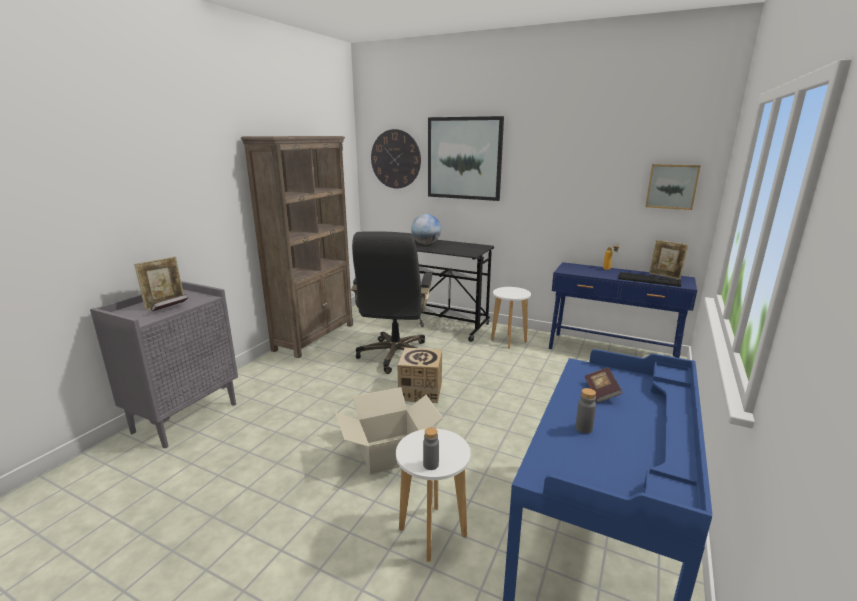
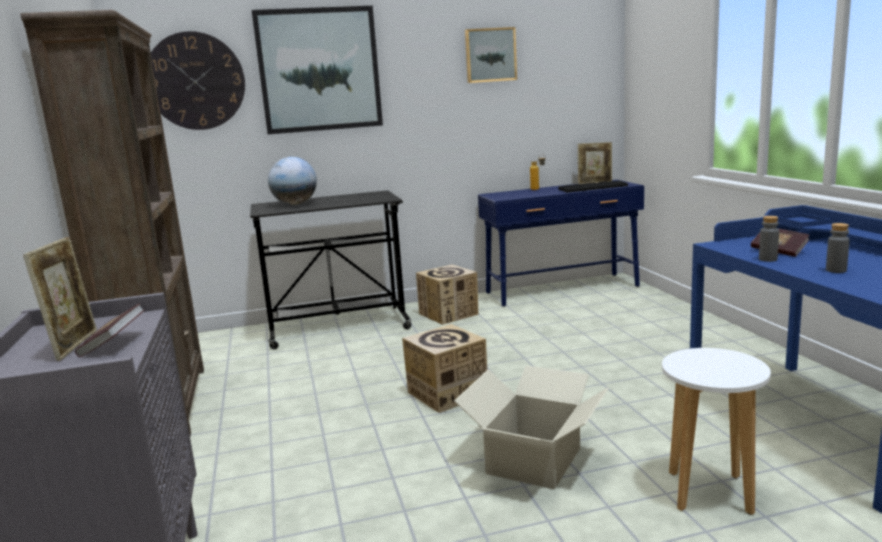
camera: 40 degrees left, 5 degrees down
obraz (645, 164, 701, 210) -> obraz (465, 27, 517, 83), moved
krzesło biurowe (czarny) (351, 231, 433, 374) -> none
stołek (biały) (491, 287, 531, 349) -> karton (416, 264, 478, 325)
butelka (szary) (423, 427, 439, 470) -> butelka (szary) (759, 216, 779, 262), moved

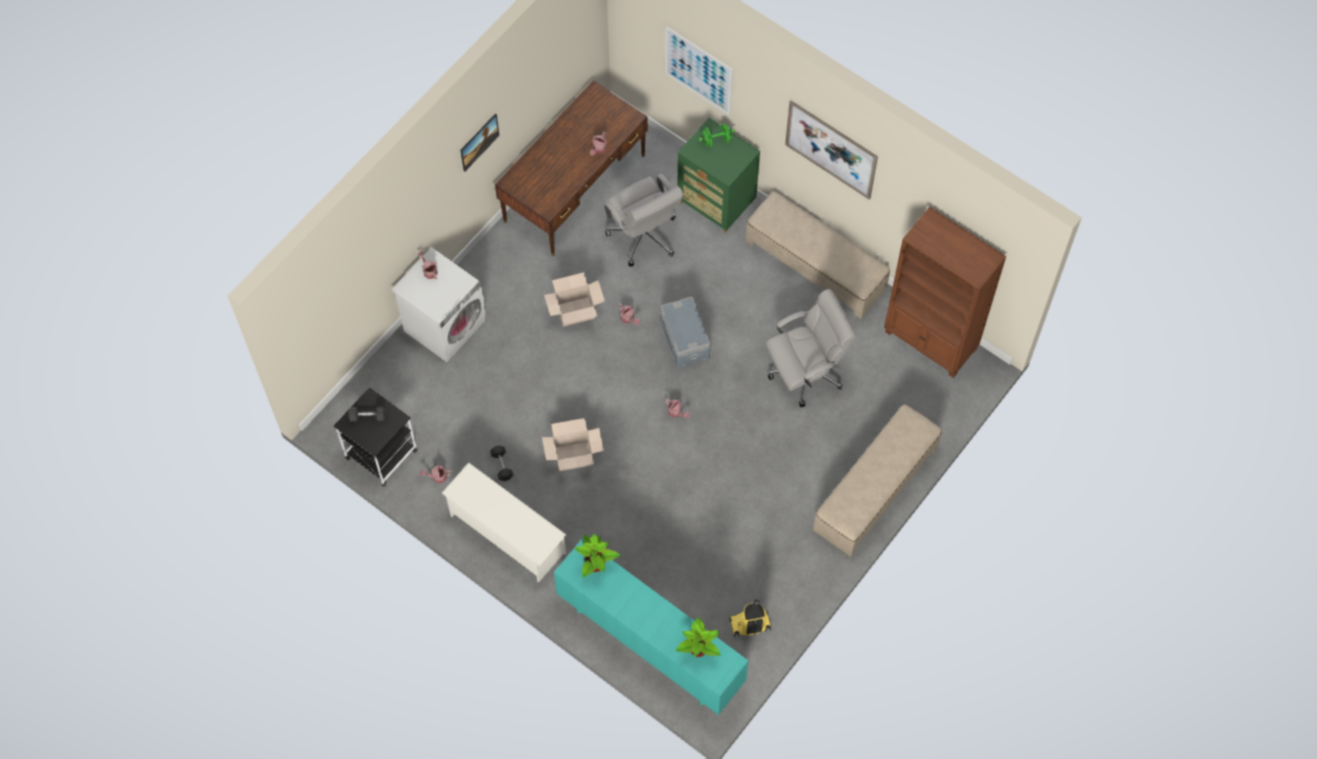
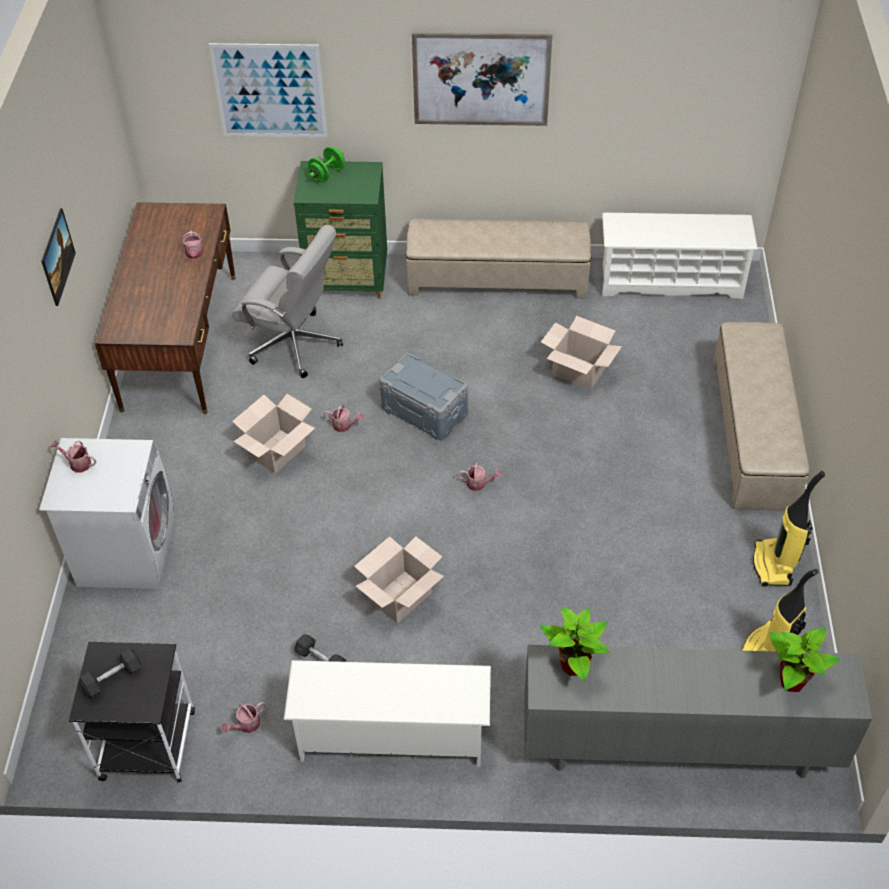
camera: 35 degrees left, 15 degrees down
regał (brązowy) (884, 207, 1007, 378) -> regał na buty (biały) (602, 213, 758, 299)
krzesło biurowe (szary) (766, 289, 856, 407) -> karton (541, 316, 622, 390)
szafka (turkusowy) (554, 538, 748, 715) -> szafka (szary) (524, 645, 872, 778)
none -> odkurzacz (753, 471, 825, 587)

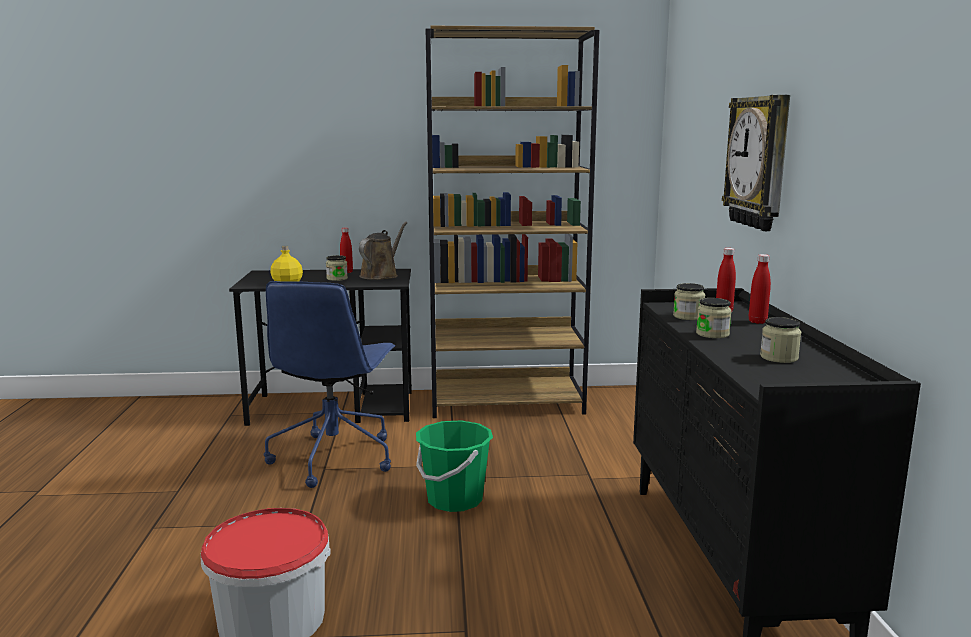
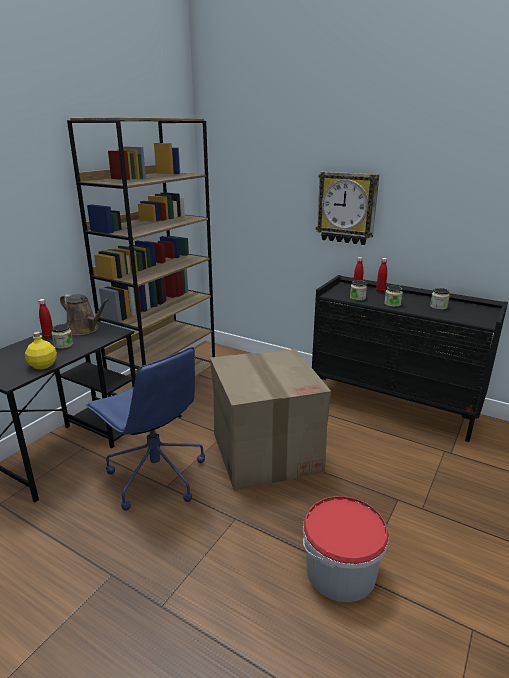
camera: 55 degrees left, 10 degrees up
konewka (brązowy) (359, 222, 407, 280) -> konewka (brązowy) (60, 294, 110, 335), 150 degrees clockwise
wiadro (zielony) (416, 420, 493, 512) -> karton (210, 349, 331, 490)

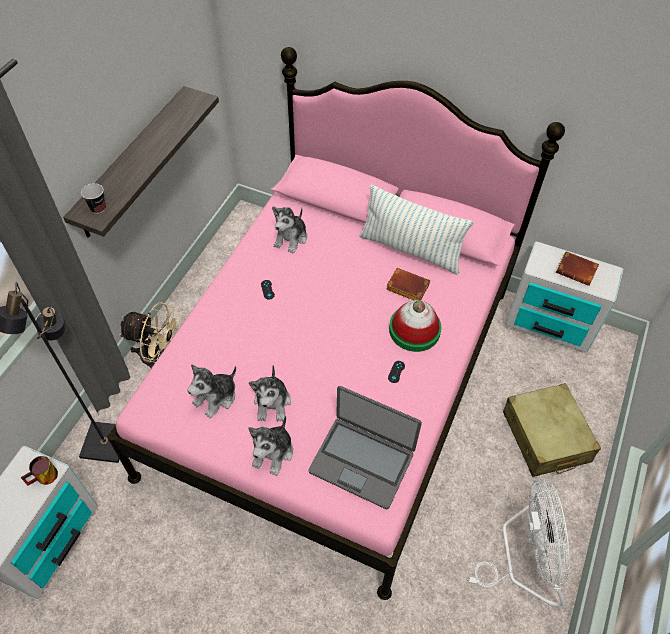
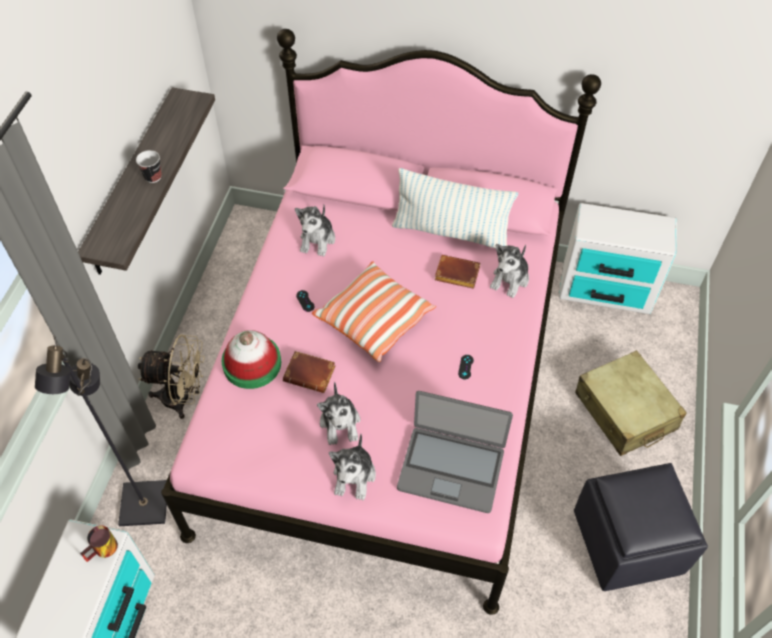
camera: 10 degrees left, 0 degrees up
filiżanka (81, 183, 106, 214) -> filiżanka (136, 150, 162, 183), moved
książka (brązowy) (556, 251, 599, 286) -> książka (brązowy) (283, 351, 335, 393), moved
kapelusz (389, 300, 442, 352) -> kapelusz (222, 330, 281, 389), moved
pluszak (187, 364, 236, 419) -> pluszak (490, 244, 529, 298), moved
wentylator (biały) (467, 479, 570, 607) -> pufa (czarny) (574, 463, 708, 591)
none -> poduszka (312, 261, 436, 362)

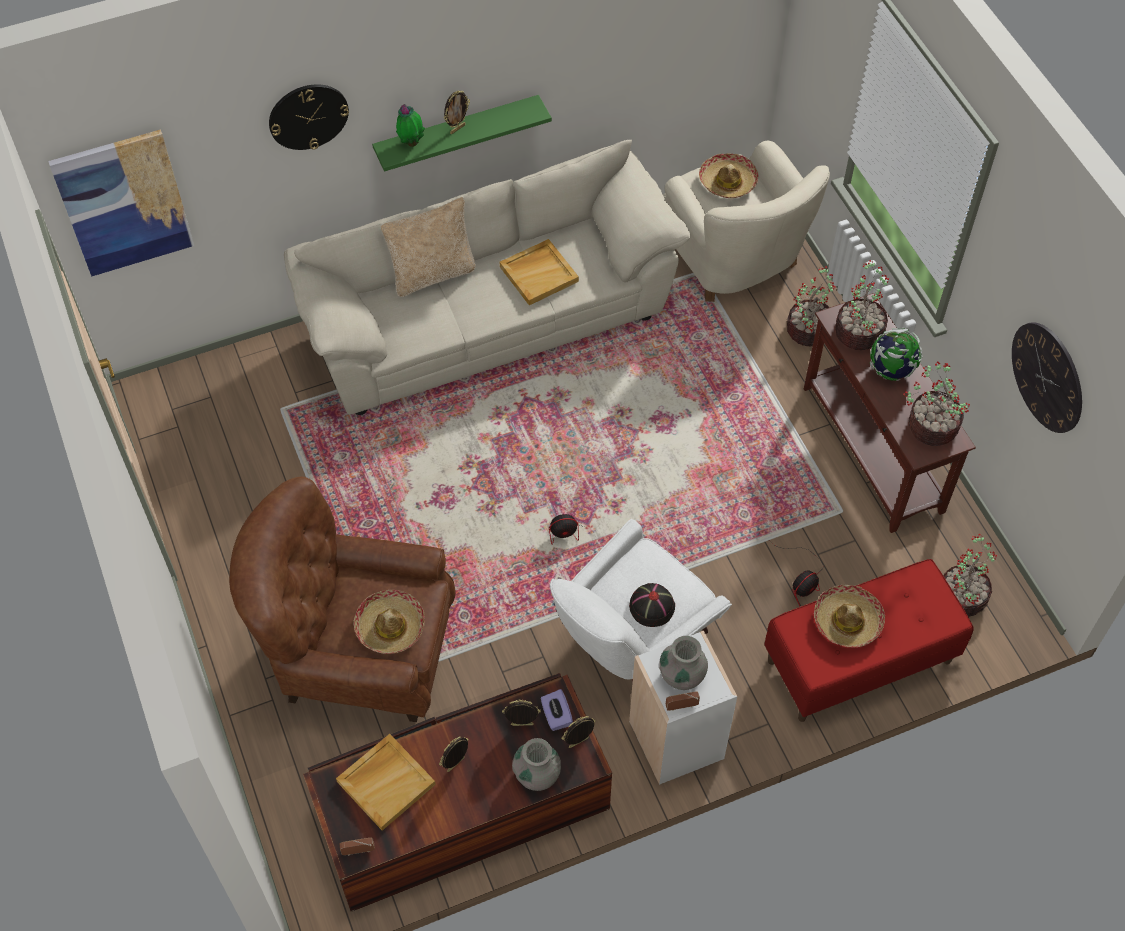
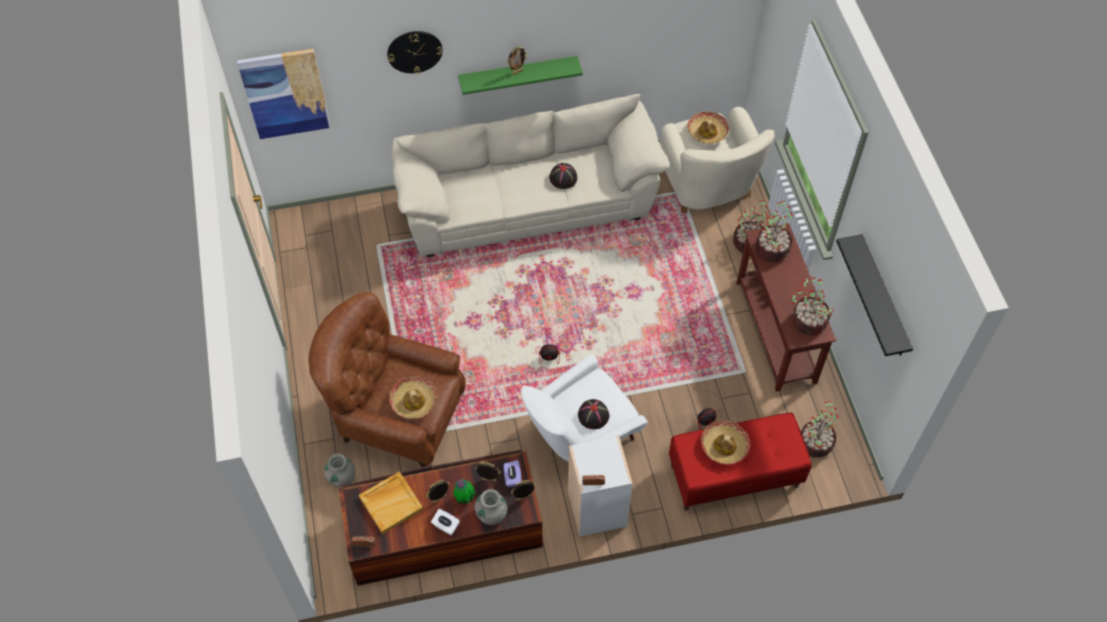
camera: 10 degrees right, 0 degrees up
roślina doniczkowa (396, 104, 425, 147) -> roślina doniczkowa (453, 479, 476, 504), moved
poduszka (beżowy) (381, 197, 476, 297) -> none
taca (beżowy) (500, 239, 579, 305) -> kapelusz (czarny) (549, 163, 577, 189)
zegar ścienny (1012, 322, 1082, 433) -> półka (czarny) (836, 234, 913, 356)
globus (870, 328, 923, 381) -> none
wazon (szary) (659, 636, 708, 690) -> wazon (szary) (324, 453, 355, 487), moved
none -> pudełko chusteczek (biały) (431, 509, 460, 535)

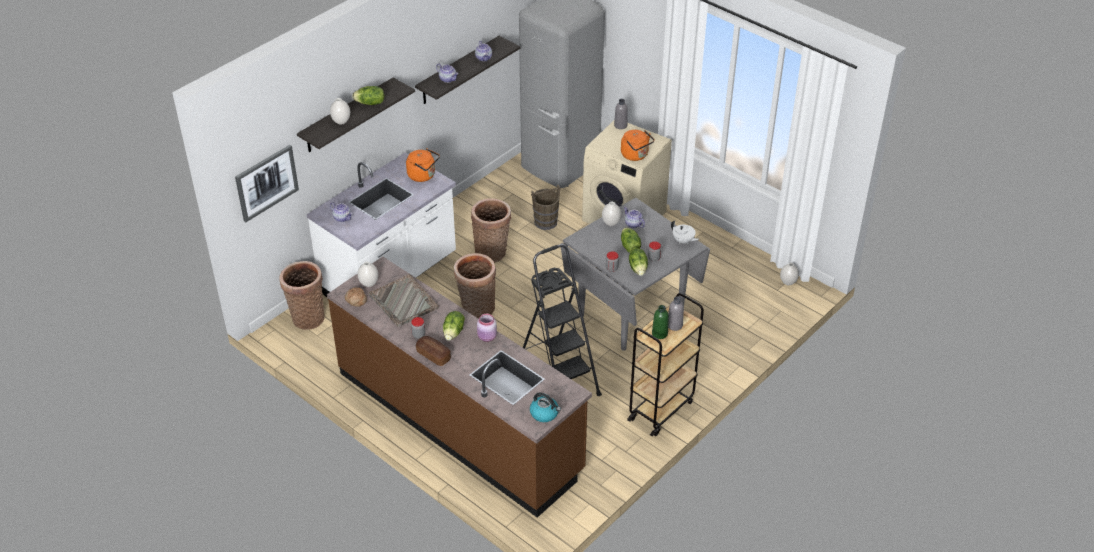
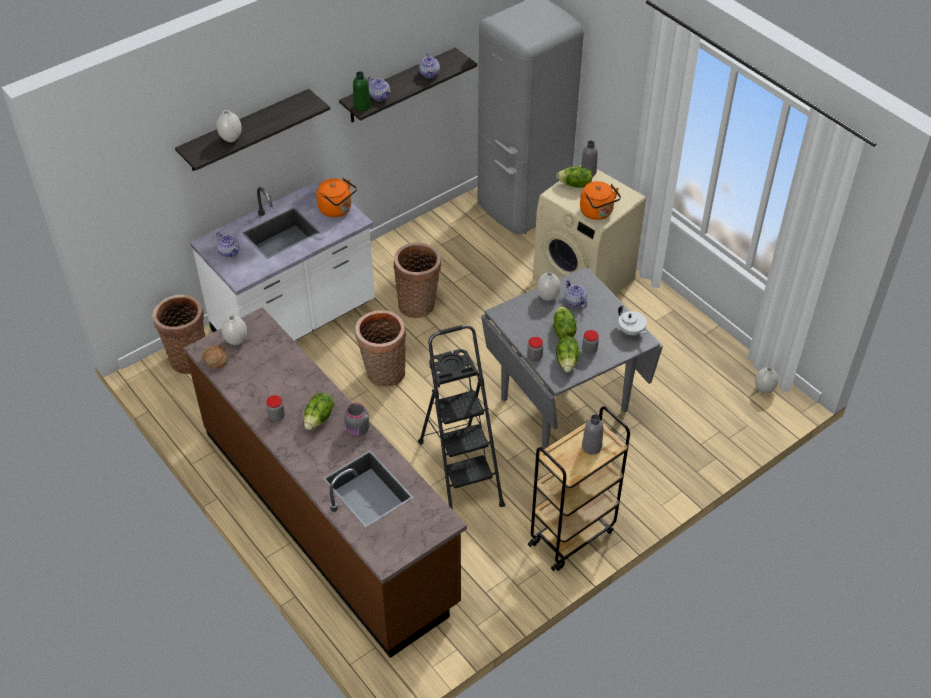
camera: 10 degrees right, 5 degrees up
sałata (352, 86, 385, 105) -> sałata (557, 167, 592, 188), moved
obraz (235, 145, 299, 222) -> none
wiadro (brązowy) (531, 184, 561, 230) -> none
taca (szary) (369, 274, 439, 327) -> none
butelka (zielony) (652, 305, 669, 339) -> butelka (zielony) (353, 71, 371, 111), moved
słoik (różowy) (477, 314, 497, 342) -> słoik (szary) (344, 403, 369, 437)
chleb (416, 336, 451, 366) -> none
czajnik (530, 392, 561, 422) -> none

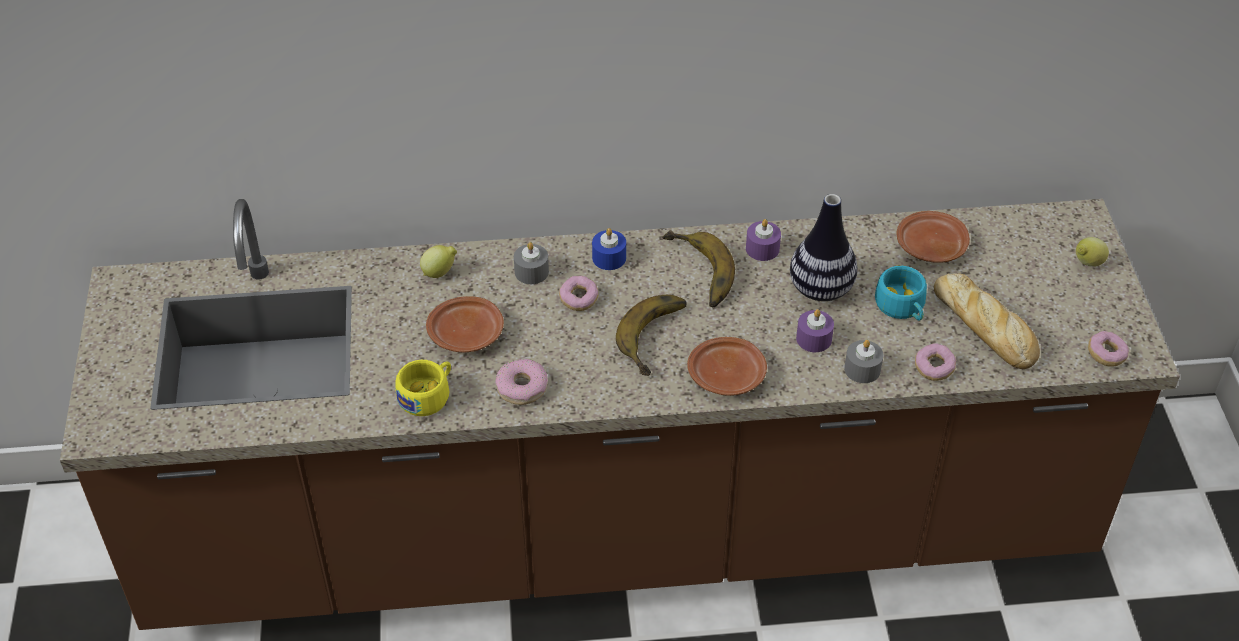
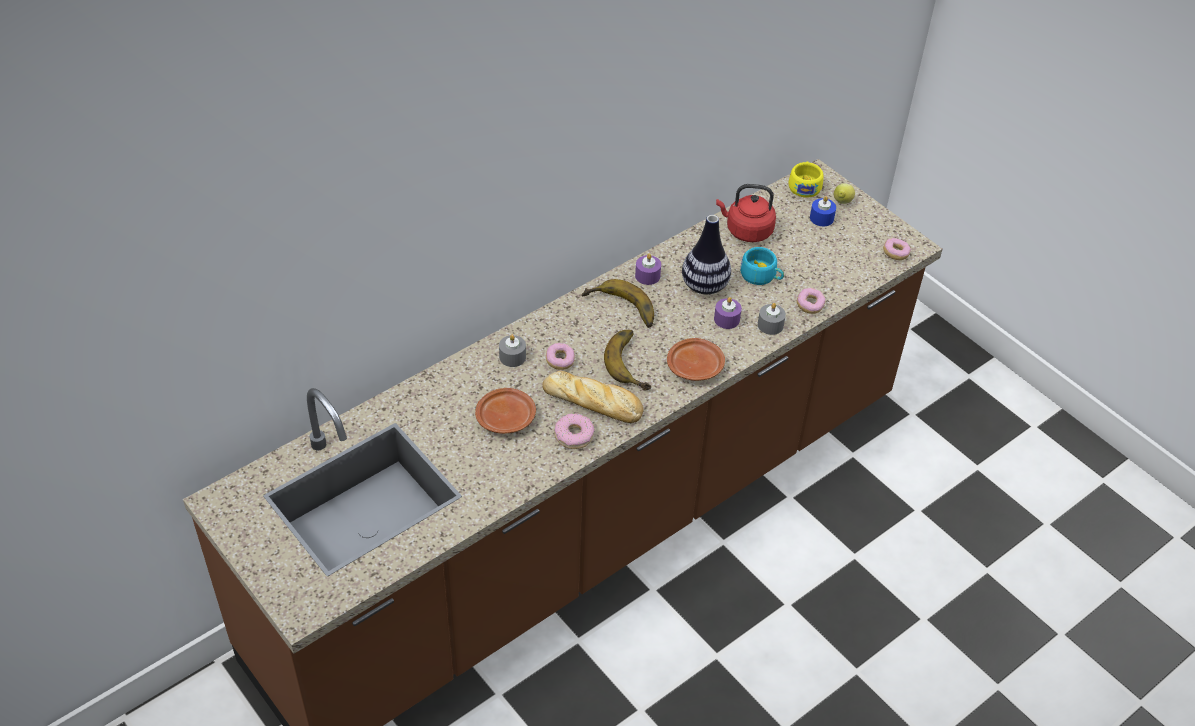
camera: 35 degrees left, 0 degrees up
talerz (brązowy) (896, 211, 970, 263) -> czajnik (czerwony) (716, 184, 776, 242)
świeca (niebieski) (592, 228, 626, 270) -> świeca (niebieski) (810, 196, 836, 226), moved
cytryna (420, 245, 457, 278) -> none
chleb (934, 274, 1040, 369) -> chleb (542, 371, 644, 423), moved
filiżanka (żółty) (395, 360, 451, 416) -> filiżanka (żółty) (788, 161, 824, 198), moved

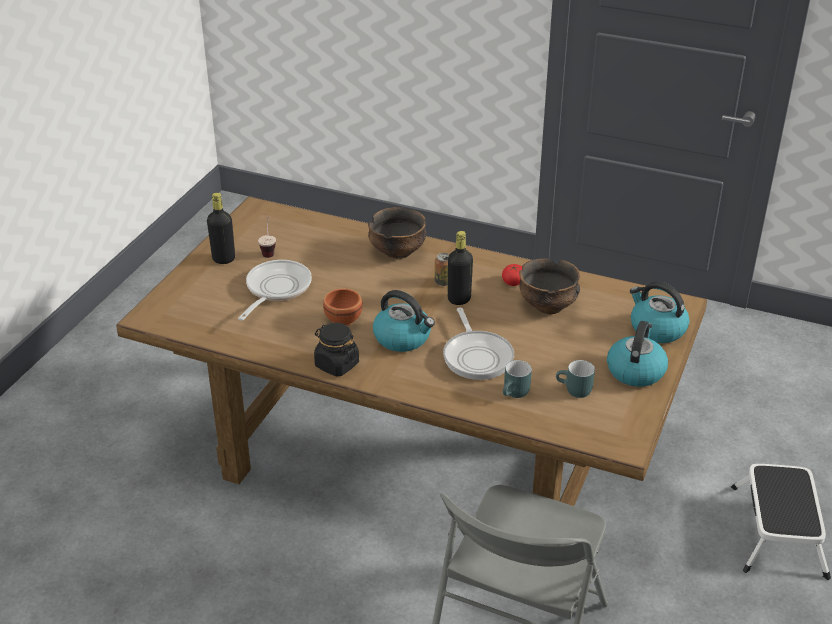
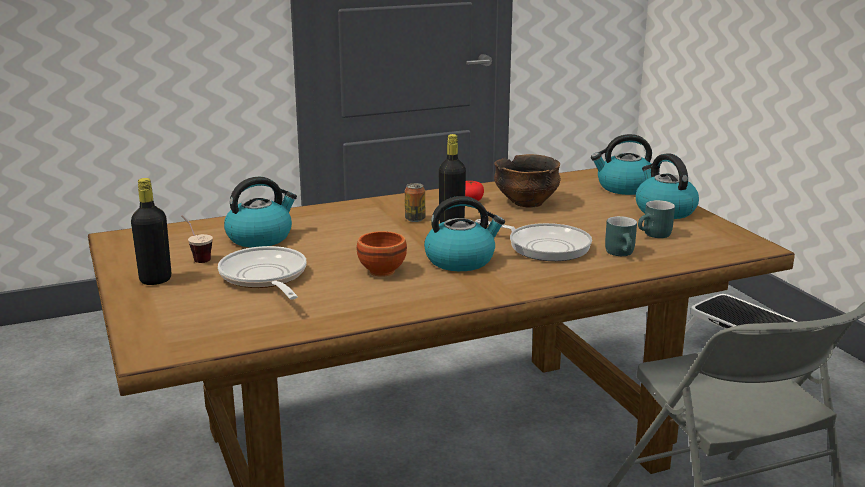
camera: 45 degrees left, 15 degrees down
miska (368, 207, 426, 259) -> none
słoik (czarny) (314, 323, 359, 377) -> none
none -> czajnik (224, 177, 297, 247)

